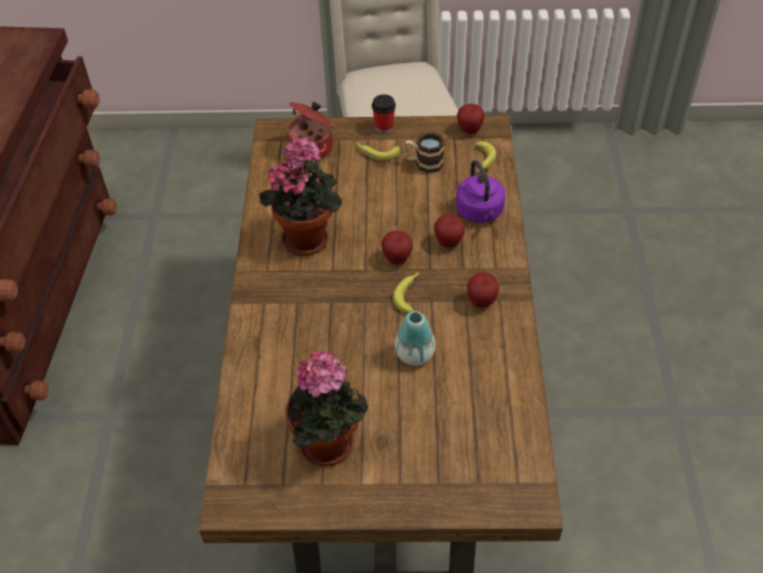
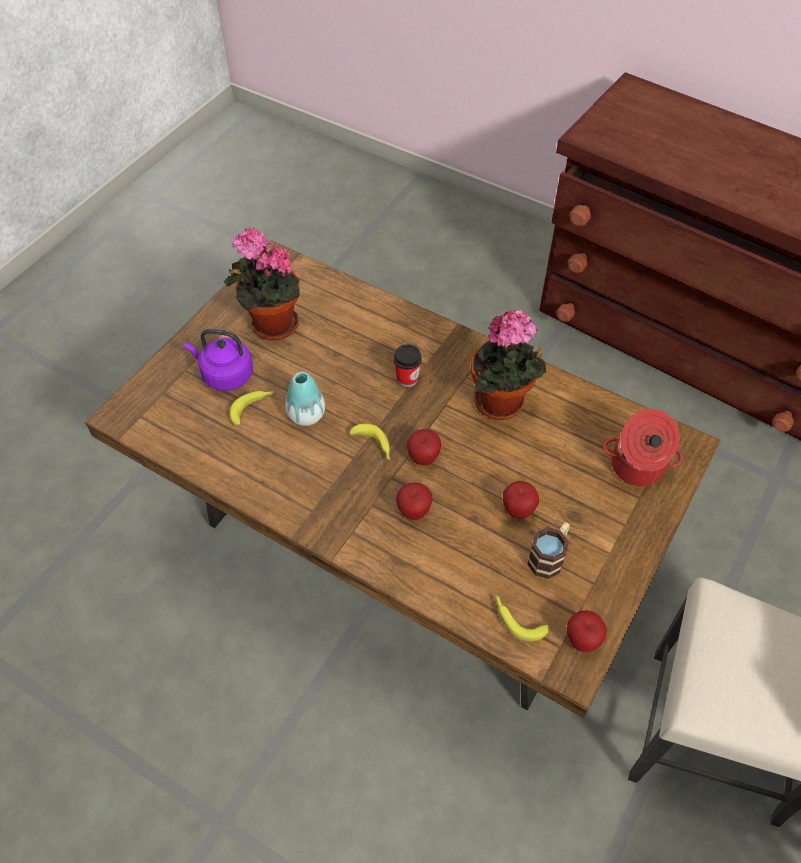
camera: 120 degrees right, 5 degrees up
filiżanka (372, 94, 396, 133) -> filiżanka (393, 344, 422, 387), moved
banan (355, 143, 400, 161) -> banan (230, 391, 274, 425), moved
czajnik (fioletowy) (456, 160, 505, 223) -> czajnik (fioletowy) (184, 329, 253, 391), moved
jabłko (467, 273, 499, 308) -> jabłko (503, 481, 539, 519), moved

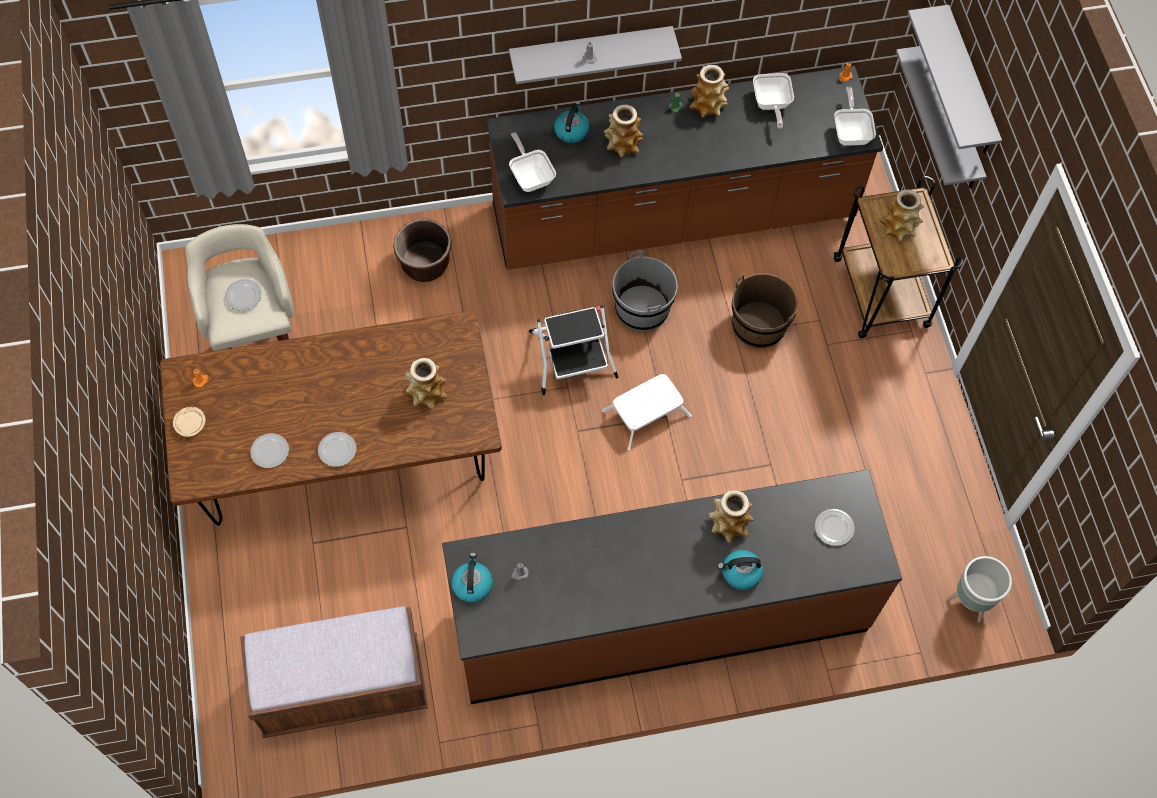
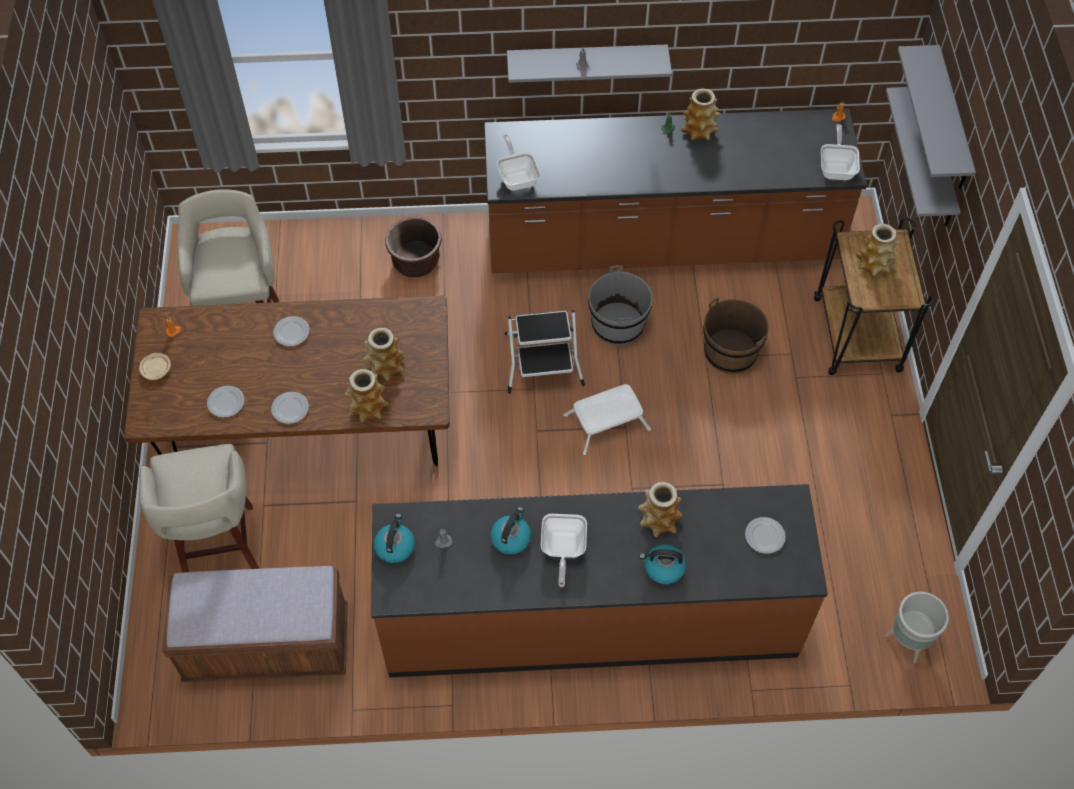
camera: 10 degrees right, 5 degrees down
patelnia (753, 73, 794, 129) -> patelnia (541, 514, 587, 587), moved
czajnik (554, 102, 589, 143) -> czajnik (490, 507, 531, 555), moved
wazon (604, 105, 643, 157) -> wazon (344, 369, 389, 422), moved
talerz (225, 279, 262, 311) -> talerz (273, 316, 309, 346), moved
none -> stołek (beżowy) (139, 444, 259, 572)

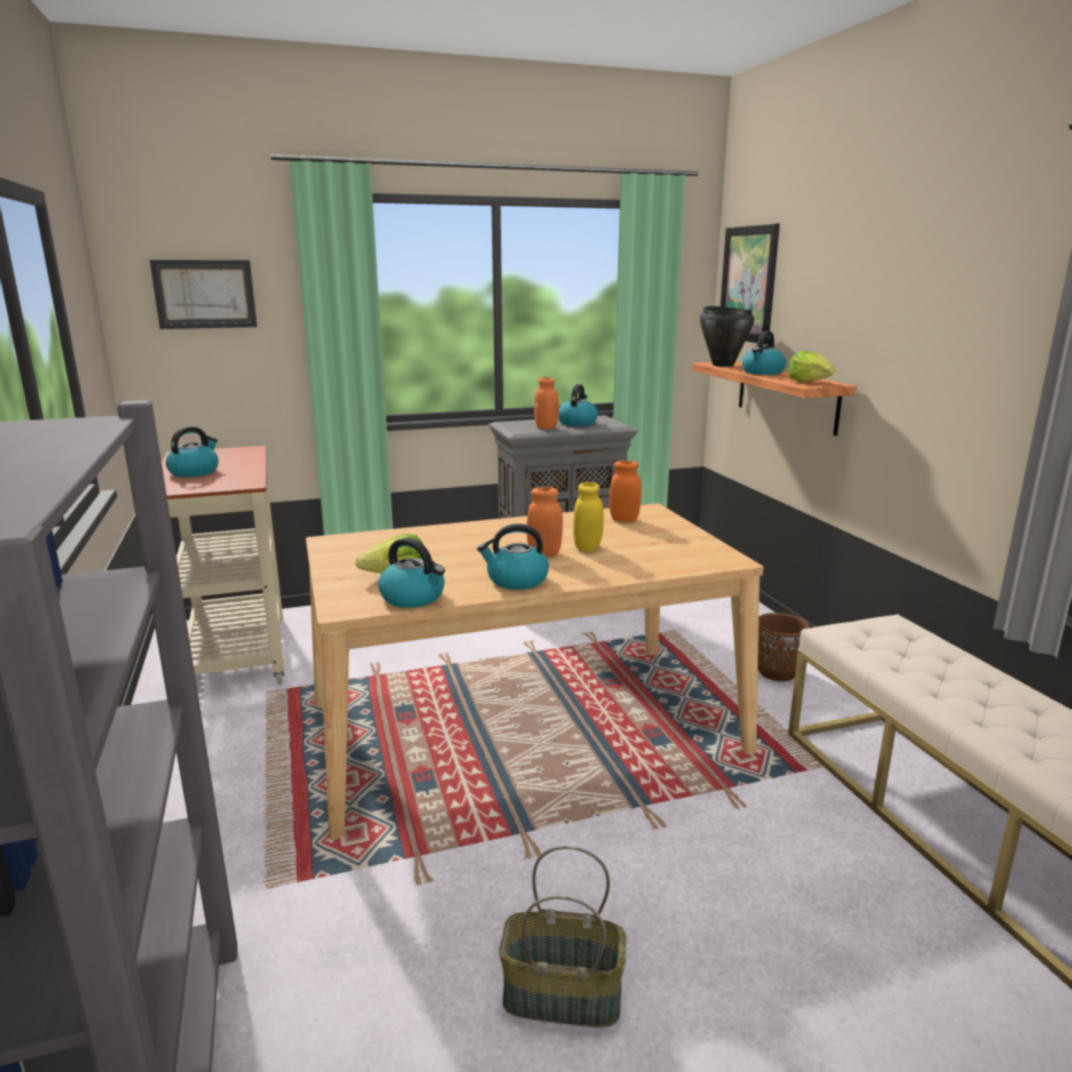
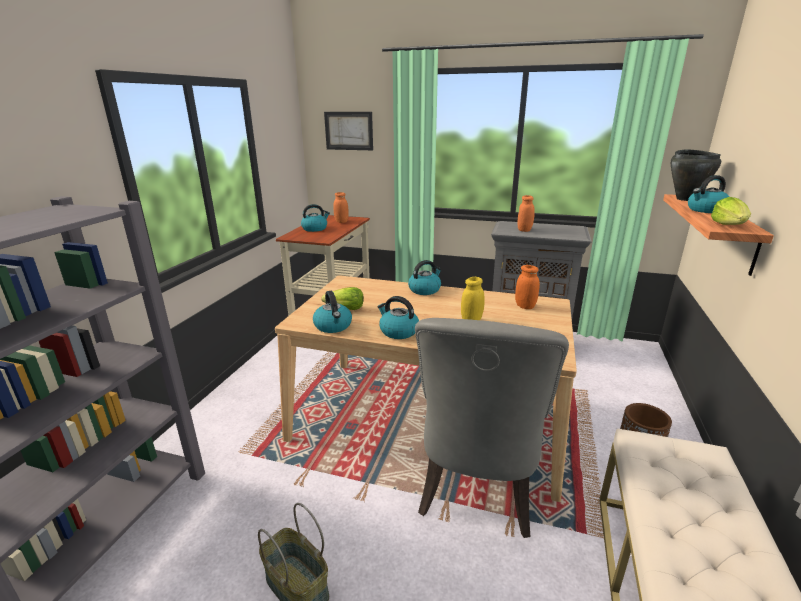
camera: 35 degrees right, 5 degrees up
obraz (720, 223, 780, 344) -> none
czajnik (558, 384, 598, 426) -> czajnik (408, 260, 442, 295), moved
słoik (pomarańczowy) (527, 487, 563, 556) -> słoik (pomarańczowy) (333, 192, 349, 223), moved
none -> krzesło (szary) (415, 318, 569, 538)

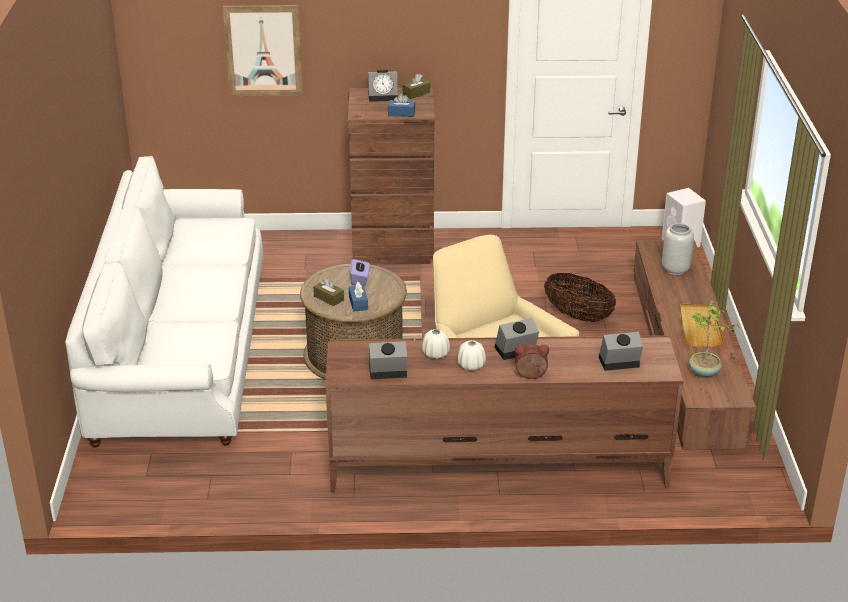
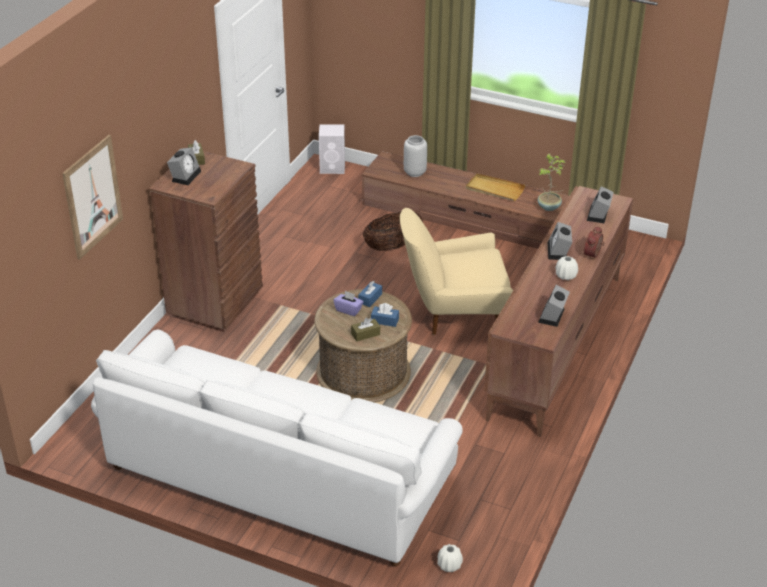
camera: 65 degrees left, 5 degrees up
pudełko chusteczek (niebieski) (388, 94, 415, 117) -> pudełko chusteczek (niebieski) (358, 281, 382, 307), moved
wazon (biały) (422, 329, 450, 359) -> wazon (biały) (437, 544, 463, 572), moved

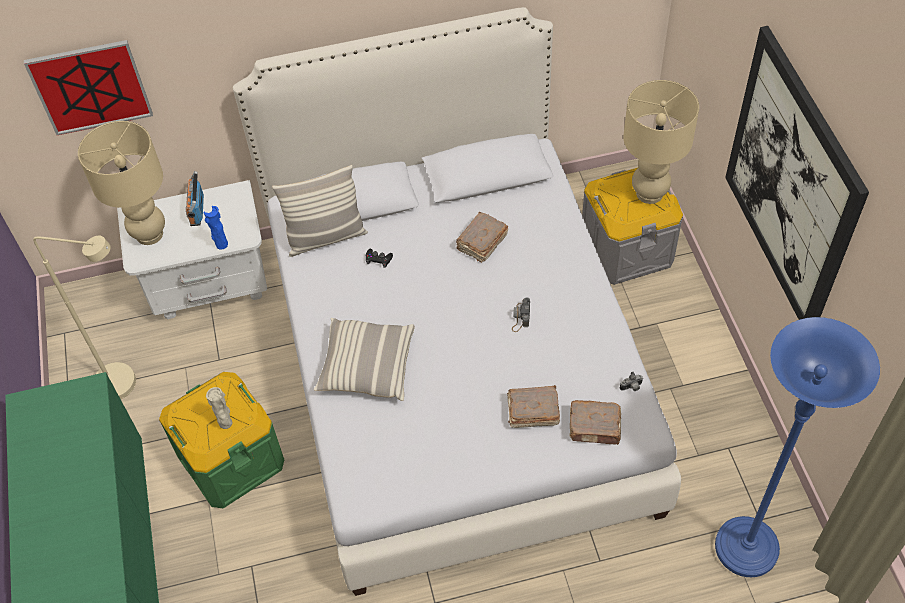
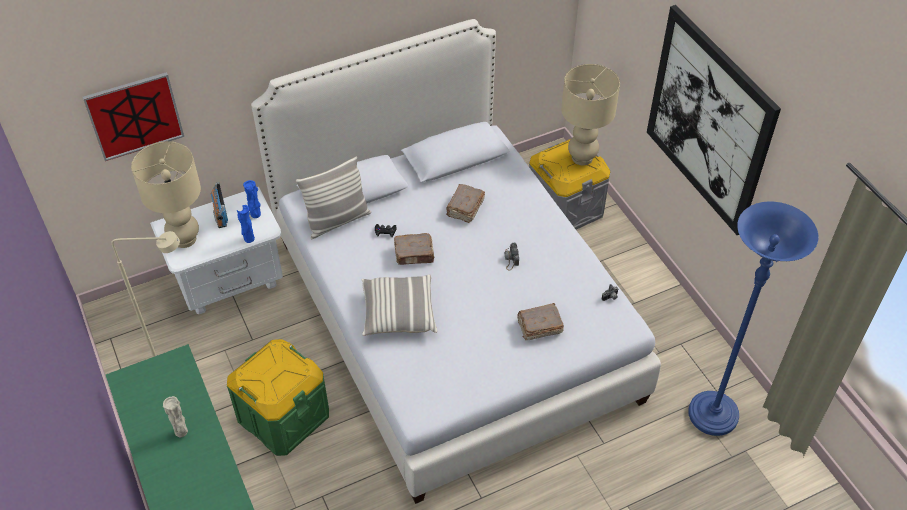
camera: 15 degrees left, 5 degrees down
wazon (beżowy) (206, 387, 233, 429) -> wazon (beżowy) (163, 396, 188, 437), moved
książka (brązowy) (569, 400, 621, 444) -> książka (brązowy) (394, 233, 434, 265), moved
none -> wazon (niebieski) (243, 180, 261, 218)

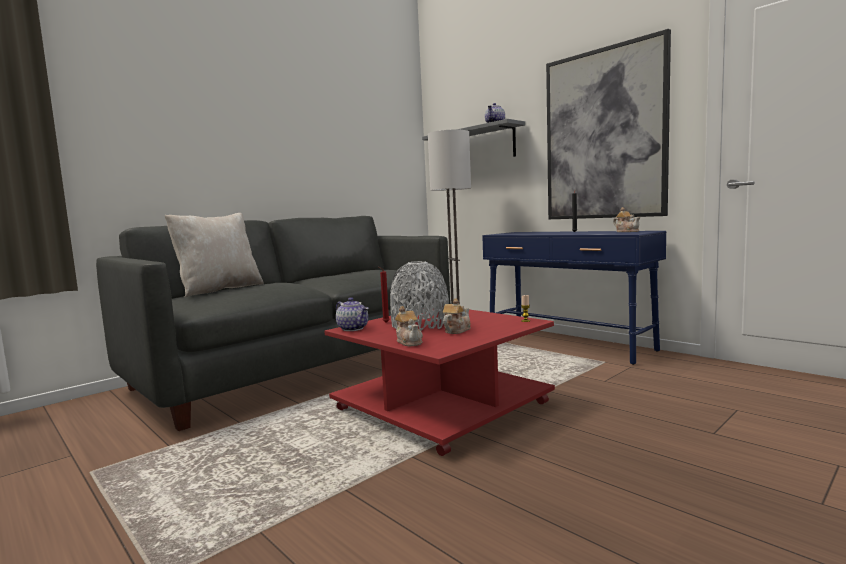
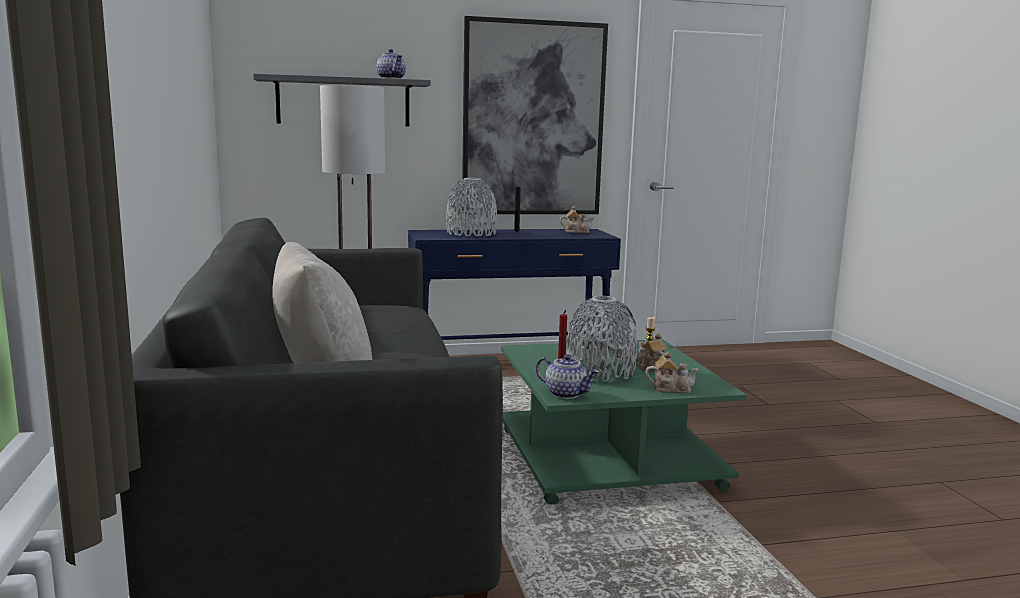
camera: 60 degrees left, 5 degrees up
imbryk (336, 297, 368, 331) -> imbryk (536, 354, 599, 399), 45 degrees clockwise
ława (czerwony) (324, 309, 555, 456) -> ława (zielony) (501, 339, 746, 504)
none -> wazon (szary) (446, 178, 497, 237)

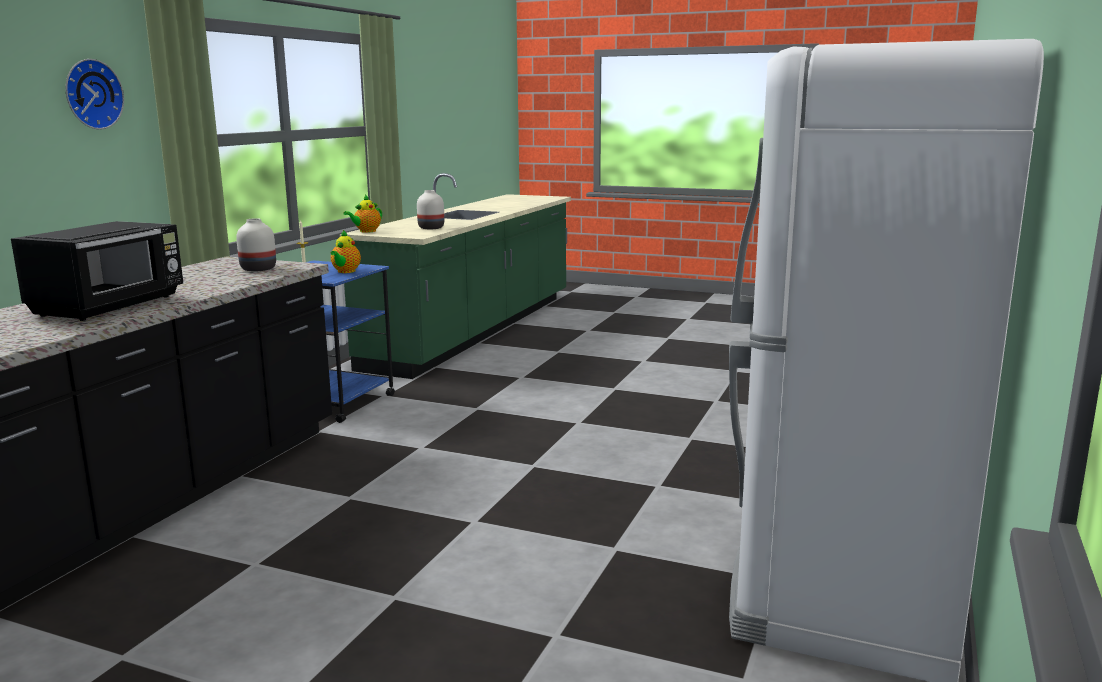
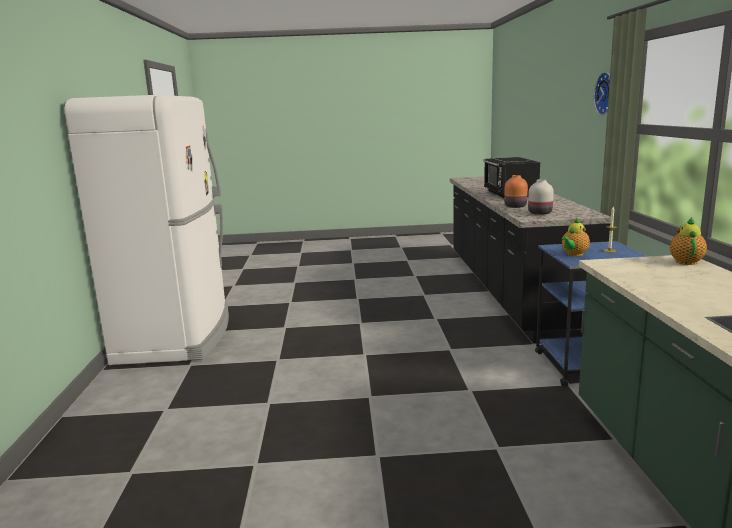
camera: 155 degrees right, 0 degrees up
wazon (biały) (417, 190, 444, 229) -> none
imbryk (331, 230, 361, 273) -> imbryk (562, 217, 590, 256), 120 degrees counterclockwise
none -> wazon (pomarańczowy) (504, 175, 528, 208)

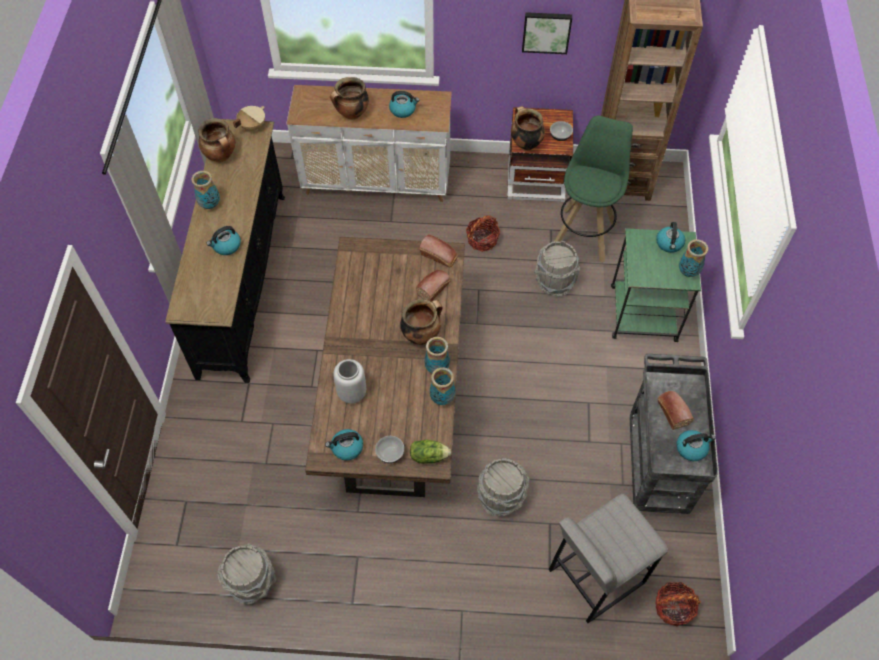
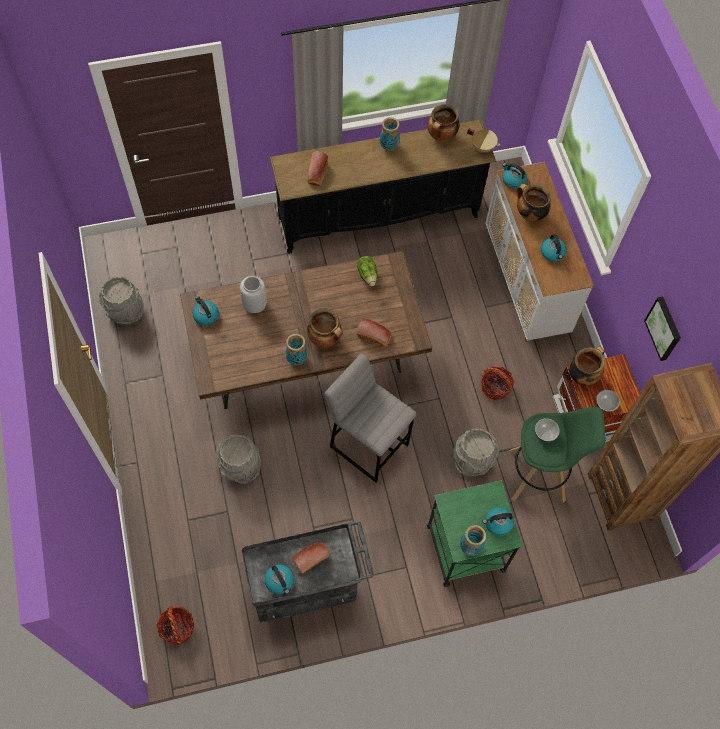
camera: 70 degrees right, 5 degrees up
czajnik (207, 226, 241, 255) -> czajnik (502, 163, 527, 189), moved
chleb (420, 235, 458, 267) -> chleb (307, 151, 328, 186), moved
wazon (430, 367, 455, 405) -> none
miska (375, 436, 404, 463) -> miska (535, 418, 560, 442), moved
sałata (410, 440, 451, 464) -> sałata (357, 256, 377, 286), moved
stołek (szary) (549, 494, 668, 623) -> stołek (szary) (325, 353, 416, 483), moved

